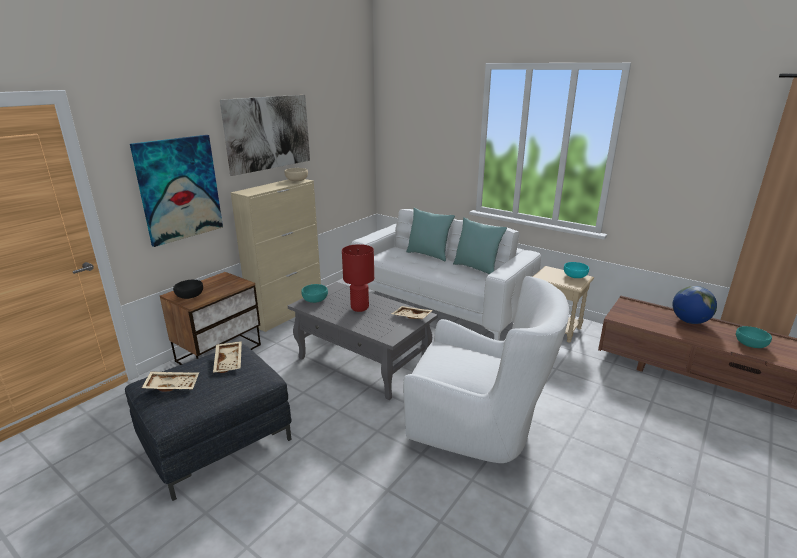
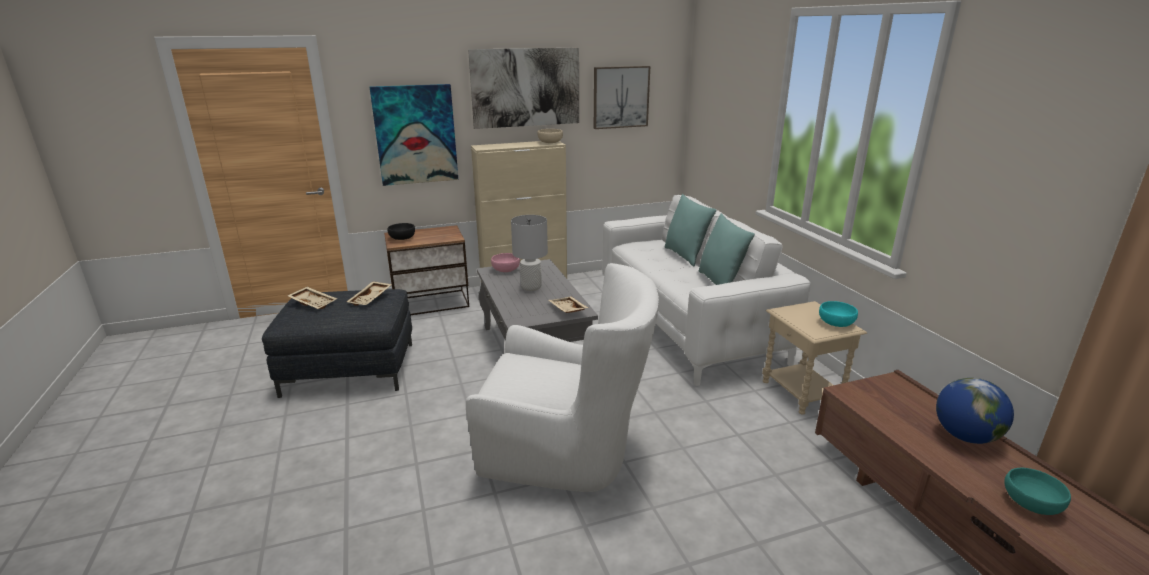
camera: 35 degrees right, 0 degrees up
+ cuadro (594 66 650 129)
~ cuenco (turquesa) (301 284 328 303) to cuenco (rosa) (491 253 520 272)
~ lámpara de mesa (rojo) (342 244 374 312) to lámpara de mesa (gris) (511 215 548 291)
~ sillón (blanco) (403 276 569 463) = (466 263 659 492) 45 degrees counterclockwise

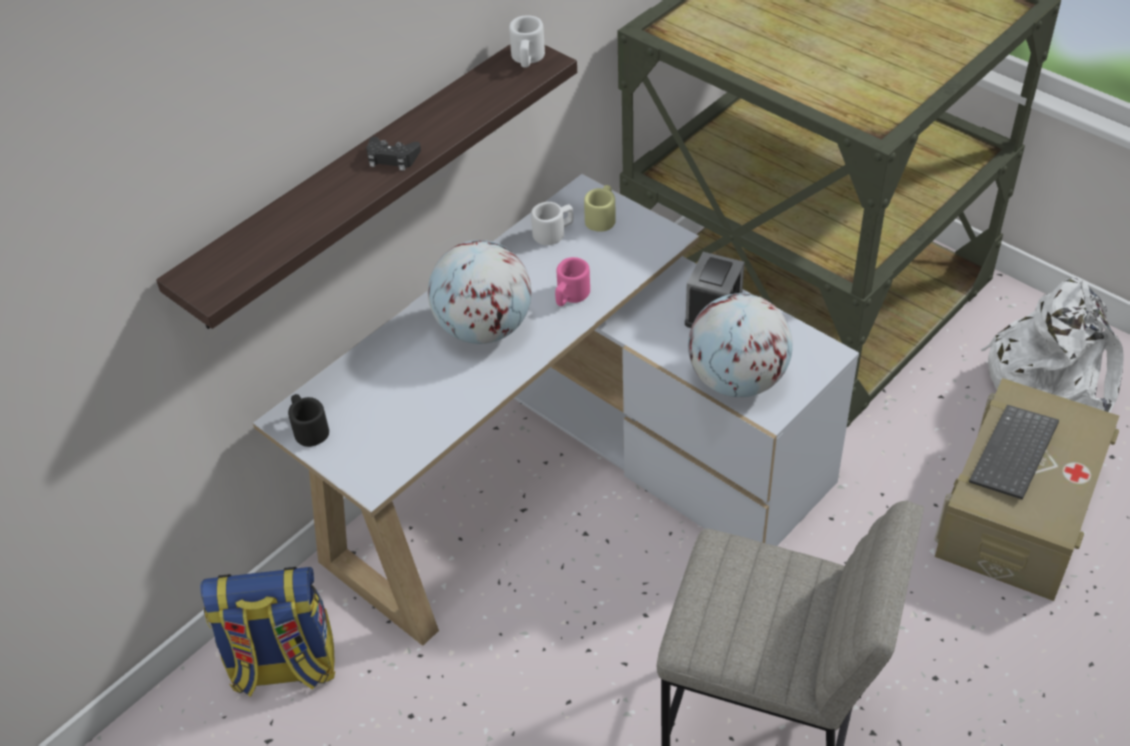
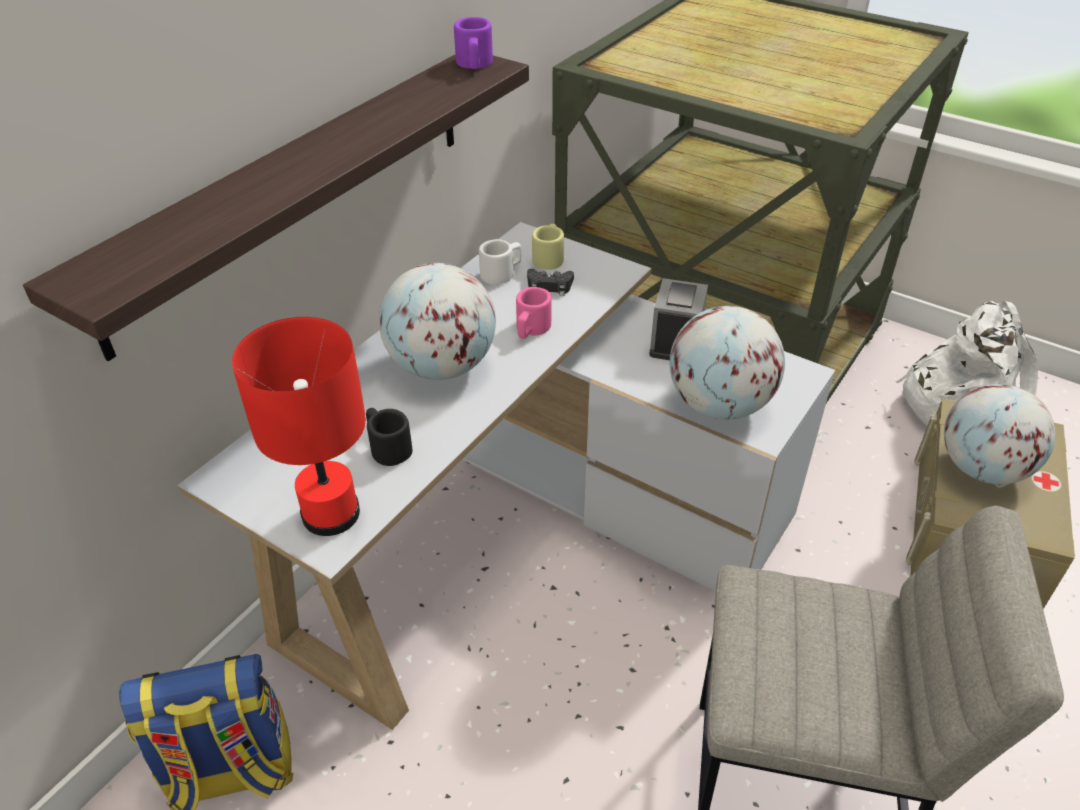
camera: 10 degrees left, 5 degrees down
+ lámpara de mesa (rojo) (232 317 366 536)
~ taza grande (negro) (288 394 329 447) to (366 408 412 466)
~ mando de consola (negro) (366 137 421 171) to (527 269 574 296)
~ teclado (969 405 1059 500) to globo terráqueo (944 384 1056 484)
~ taza grande (blanco) (509 15 545 68) to taza grande (morado) (454 17 493 69)

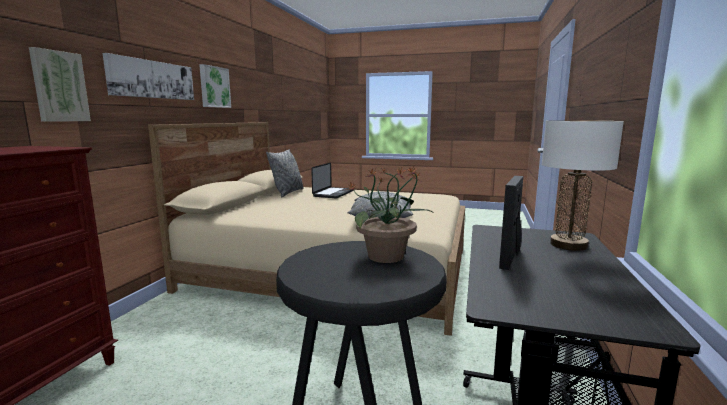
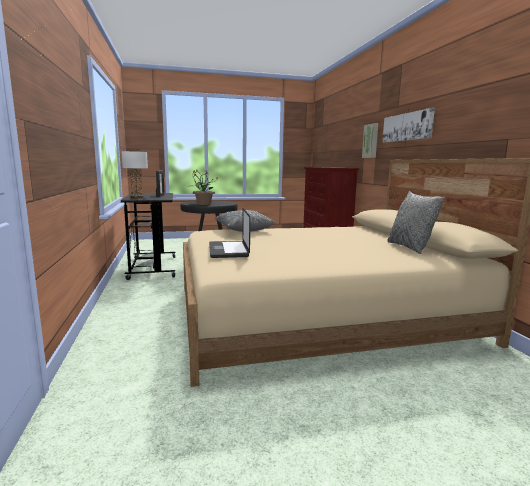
camera: 150 degrees right, 0 degrees up
- cuadro (199 64 231 108)
~ portátil (311 163 354 199) to (209 208 250 258)

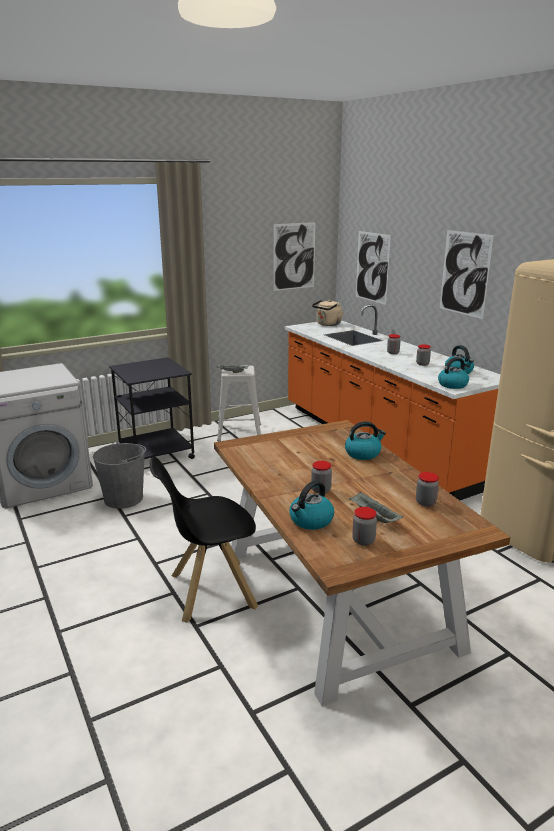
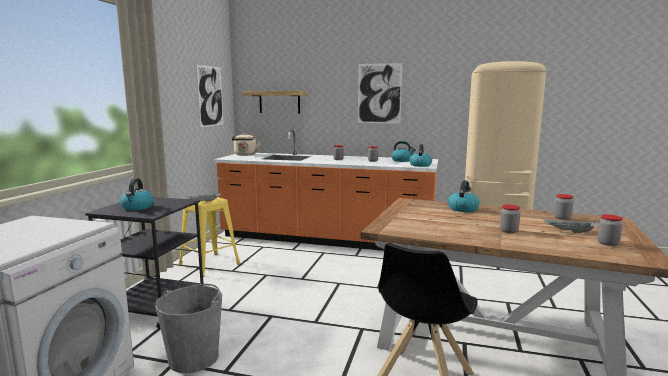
camera: 45 degrees left, 10 degrees down
~ hervidor (289 481 334 530) to (120 178 154 210)
~ cuadro (356 231 391 305) to estante (242 91 308 114)
~ taburete (blanco) (217 365 261 441) to taburete (amarillo) (179 197 241 277)

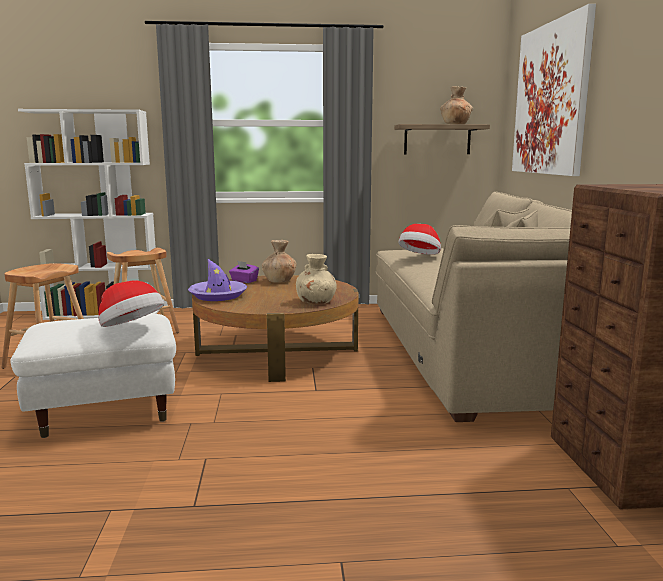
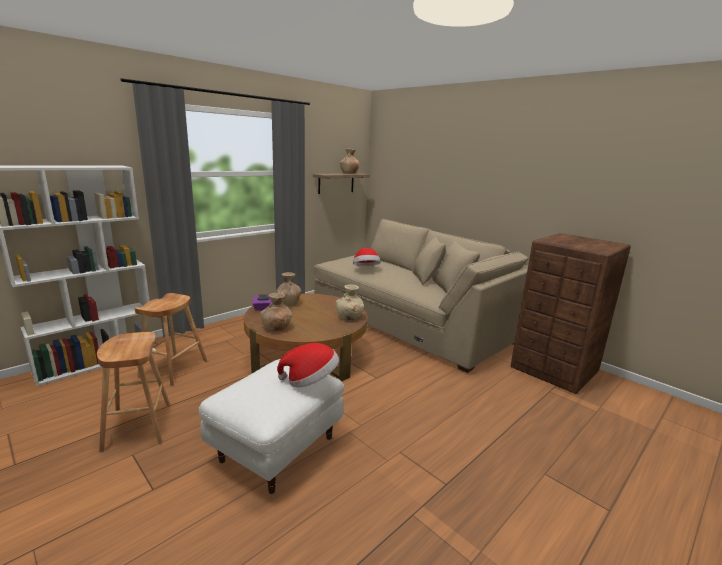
camera: 40 degrees left, 5 degrees up
- cuadro (512 4 596 176)
~ sombrero (morado) (188 259 247 301) to florero (marrón) (260 293 292 331)

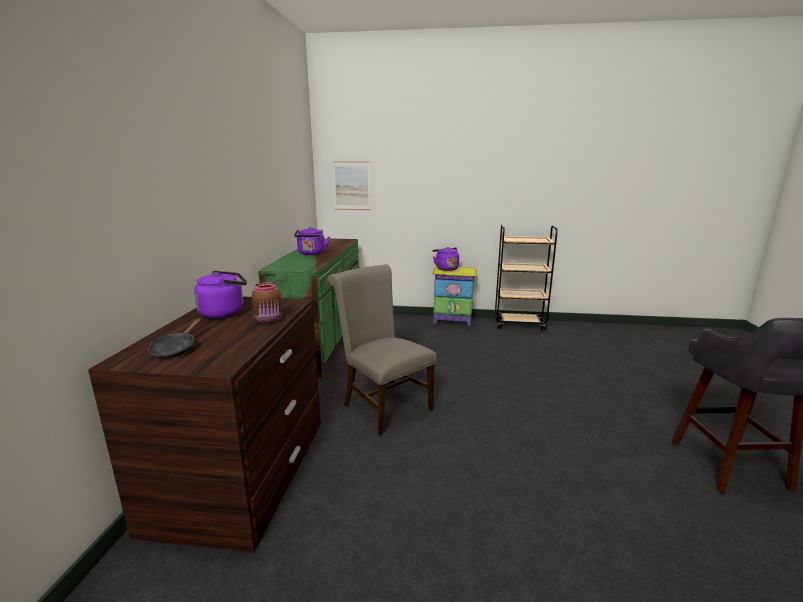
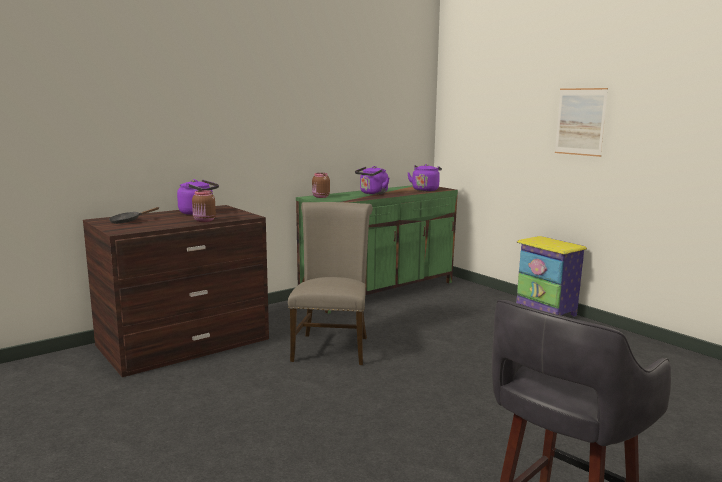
camera: 45 degrees right, 5 degrees down
- carrito (marrón) (495 224 557 331)
+ tarro (marrón) (312 173 330 198)
~ cuadro (332 161 371 210) to (555 88 608 157)
~ hervidor (morado) (433 247 459 271) to (407 164 442 191)

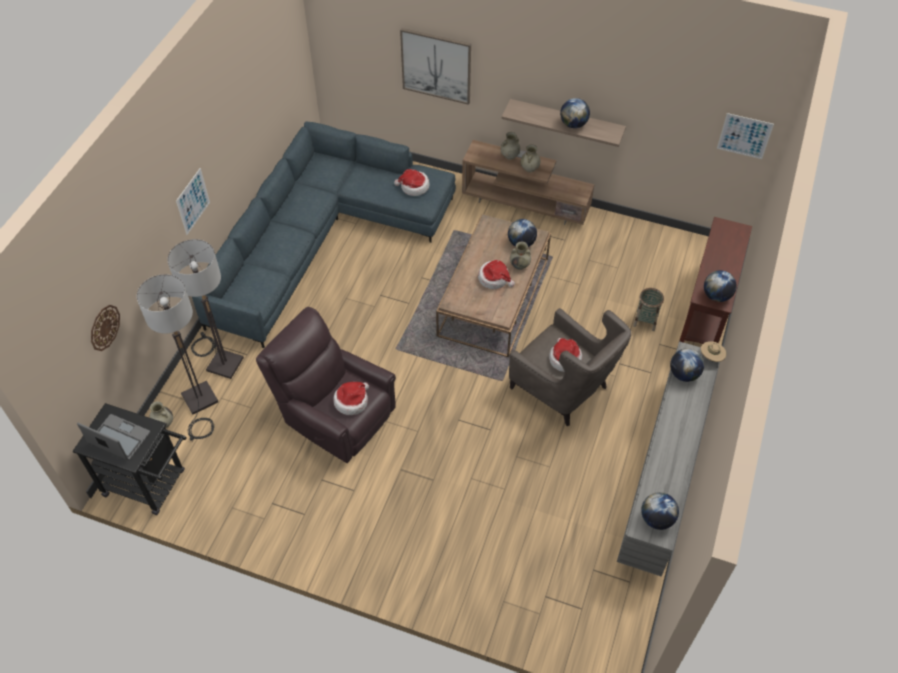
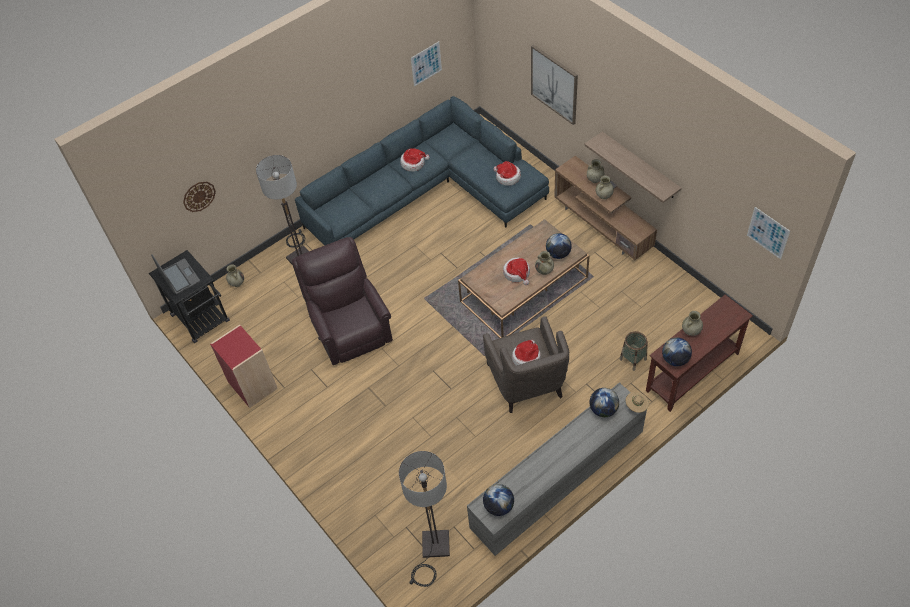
camera: 35 degrees right, 0 degrees up
- globo terráqueo (560 98 590 128)
+ estantería (rojo) (210 324 278 408)
+ florero (beis) (682 311 703 336)
~ lámpara de pie (137 274 218 442) to (399 451 450 587)
~ cuadro (176 168 210 235) to (411 42 442 87)
~ sombrero (333 382 369 415) to (400 148 430 171)

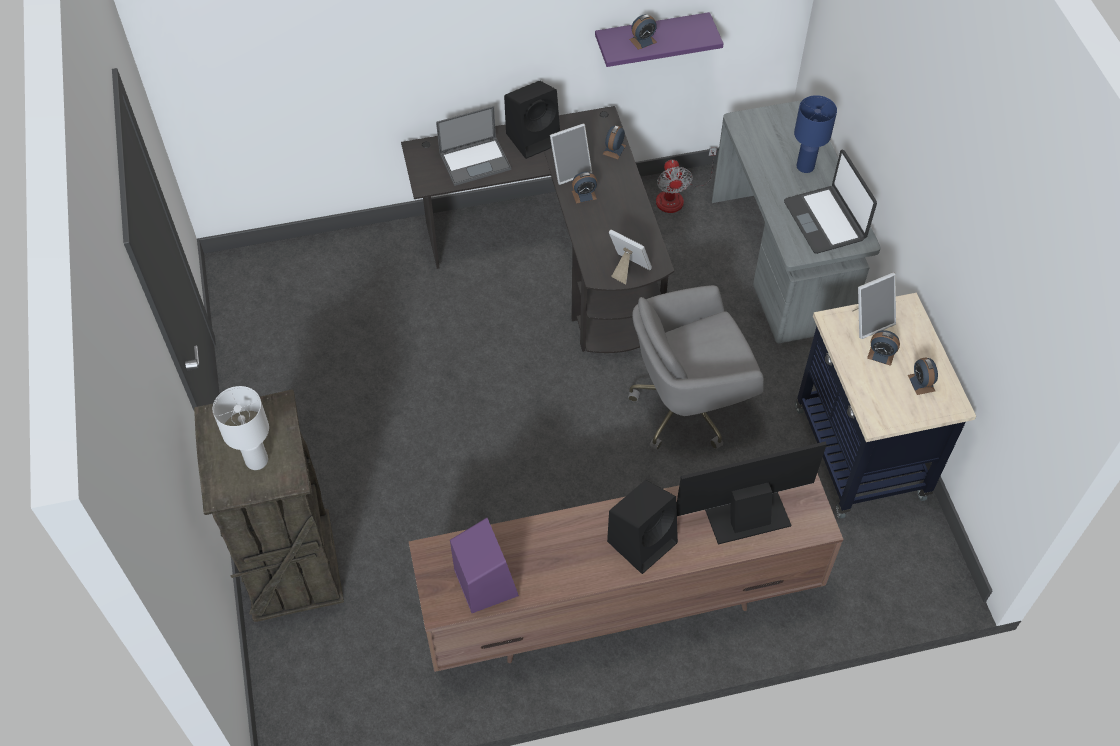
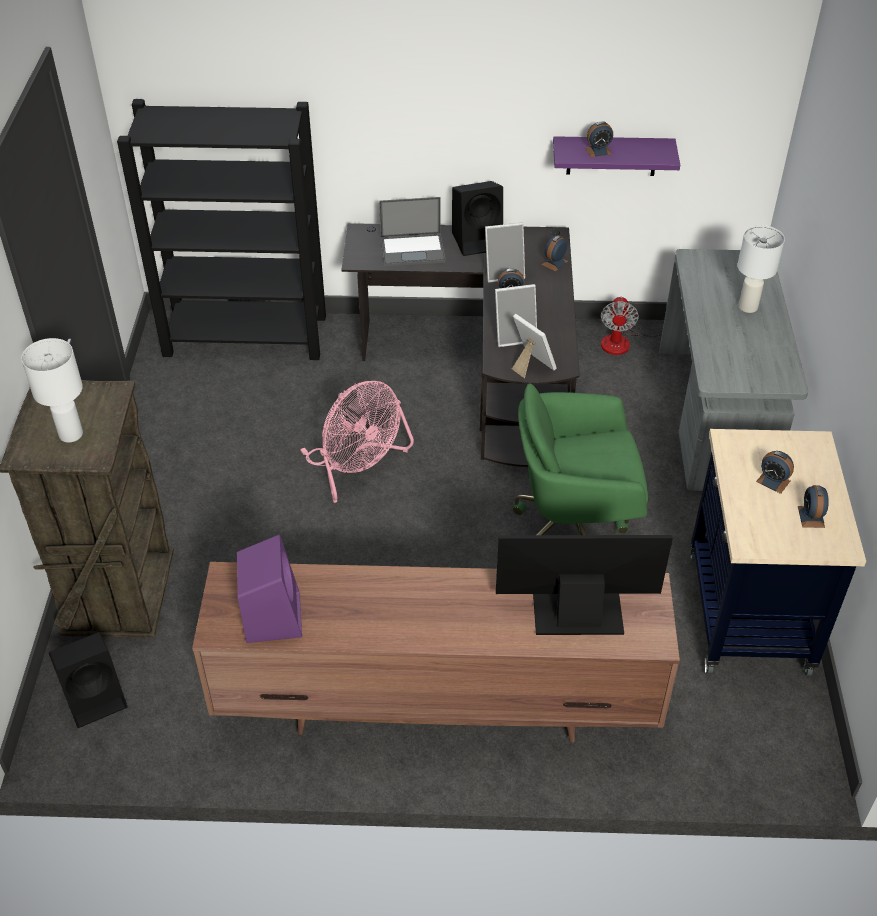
camera: 15 degrees right, 10 degrees down
- portátil (784 150 877 254)
+ estantería (negro) (117 99 326 360)
+ ventilador (rosa) (300 381 414 503)
~ altavoz (negro) (607 480 678 574) to (49 633 128 728)
~ portarretratos (853 272 896 339) to (495 284 537 347)
~ silla de oficina (gris) (628 285 764 450) to silla de oficina (verde) (513 383 648 535)
~ lámpara de mesa (azul) (794 95 837 173) to lámpara de mesa (blanco) (737 225 785 313)

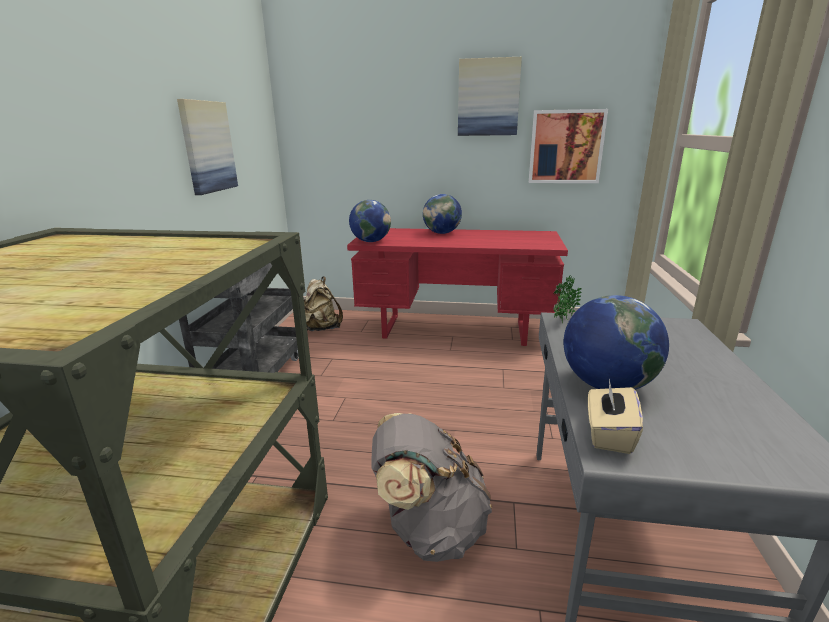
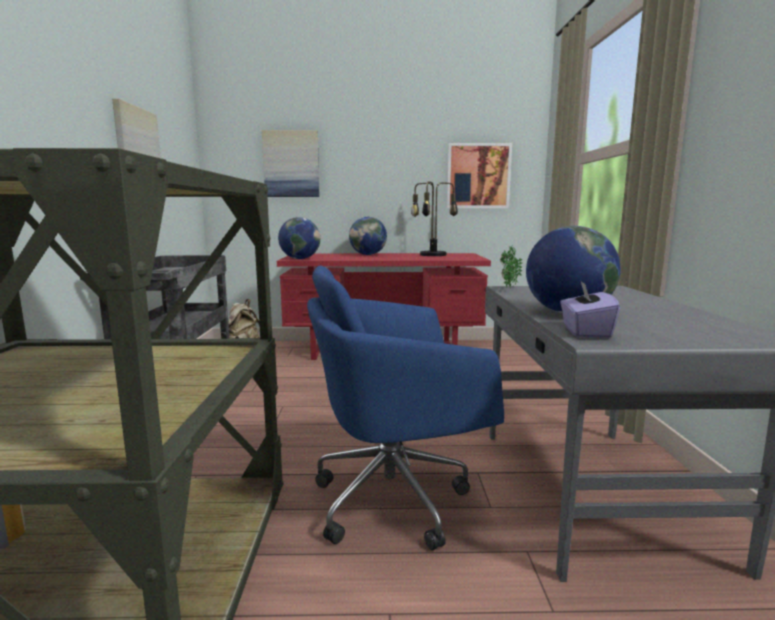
camera: 10 degrees left, 10 degrees down
+ lámpara de mesa (411 181 458 256)
~ cuadro (458 57 522 136) to (262 130 320 197)
~ mochila (gris) (371 413 492 562) to silla de oficina (azul) (307 265 504 550)
~ caja de pañuelos (beis) (588 379 643 454) to caja de pañuelos (morado) (560 280 620 339)

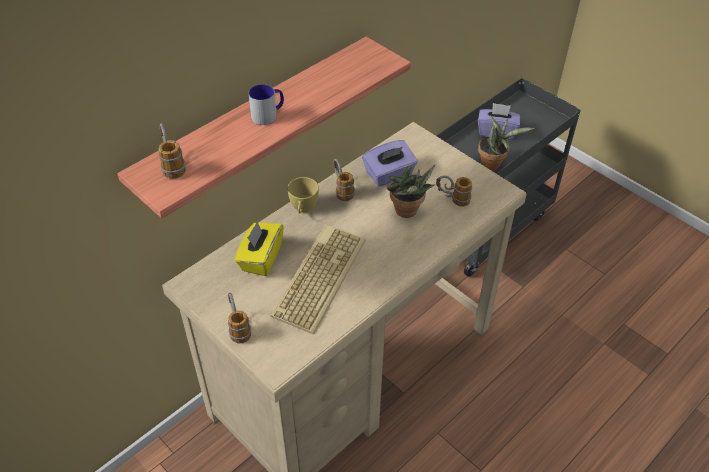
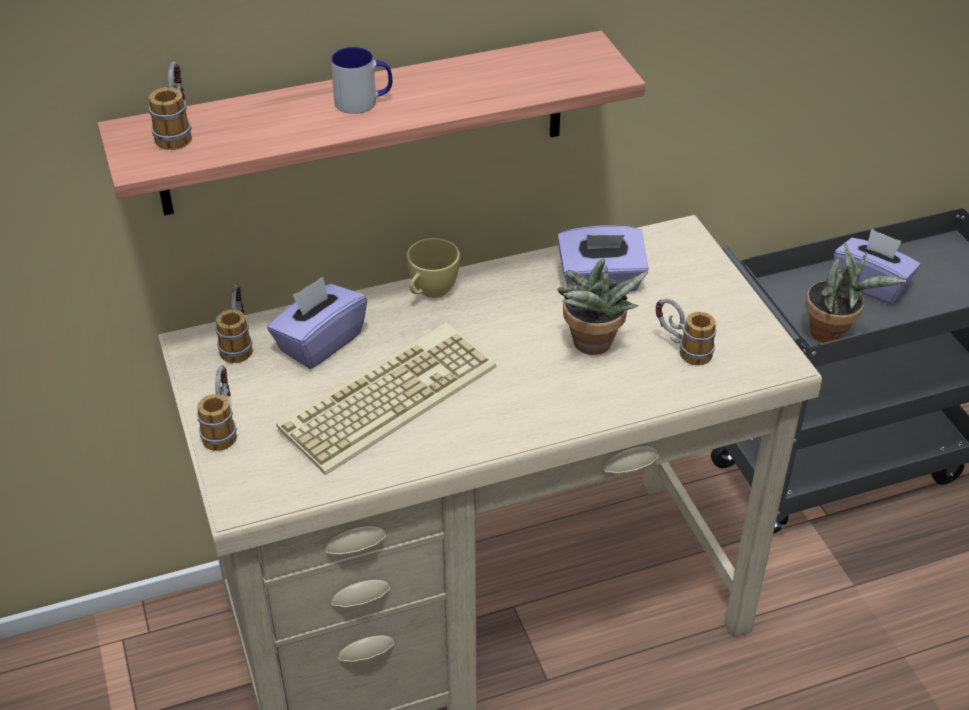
camera: 25 degrees right, 5 degrees down
~ taza grande (333 159 355 201) to (215 284 253 363)
~ caja de pañuelos (amarillo) (235 221 284 276) to caja de pañuelos (morado) (267 276 367 369)

